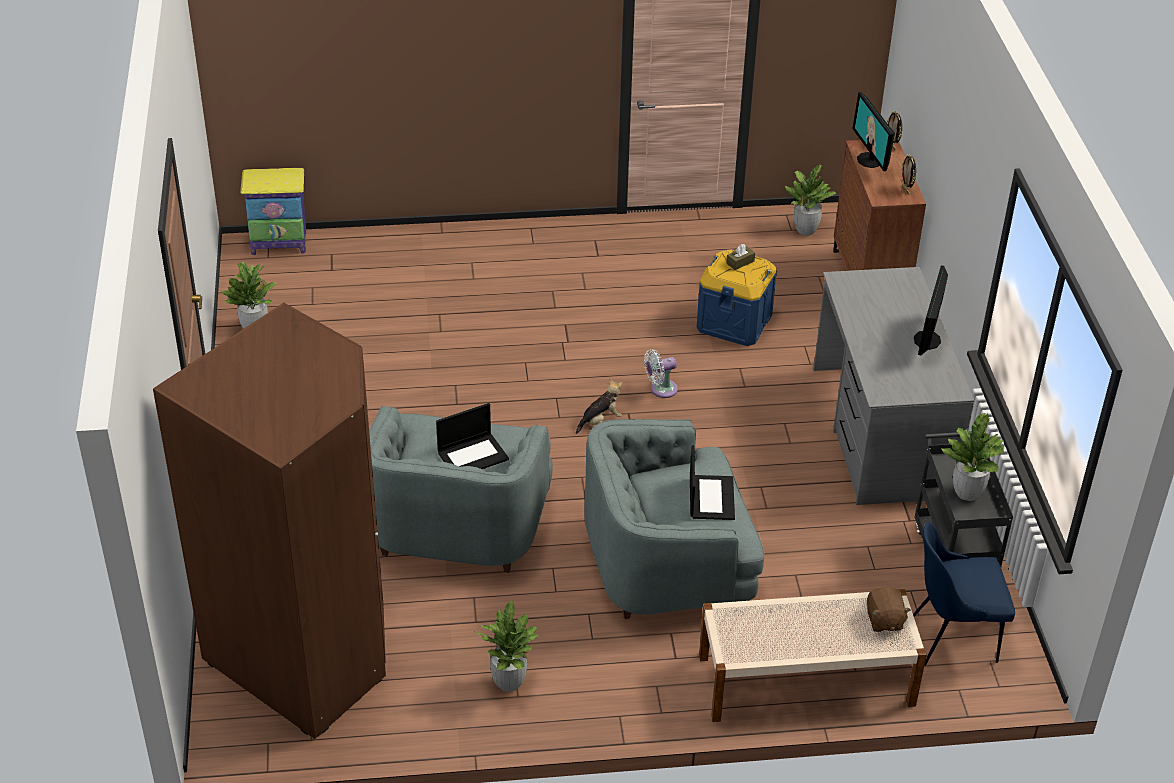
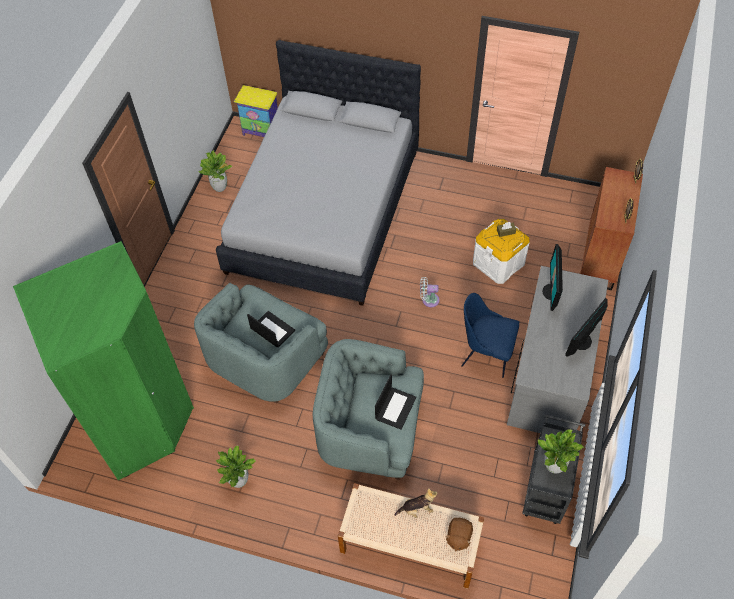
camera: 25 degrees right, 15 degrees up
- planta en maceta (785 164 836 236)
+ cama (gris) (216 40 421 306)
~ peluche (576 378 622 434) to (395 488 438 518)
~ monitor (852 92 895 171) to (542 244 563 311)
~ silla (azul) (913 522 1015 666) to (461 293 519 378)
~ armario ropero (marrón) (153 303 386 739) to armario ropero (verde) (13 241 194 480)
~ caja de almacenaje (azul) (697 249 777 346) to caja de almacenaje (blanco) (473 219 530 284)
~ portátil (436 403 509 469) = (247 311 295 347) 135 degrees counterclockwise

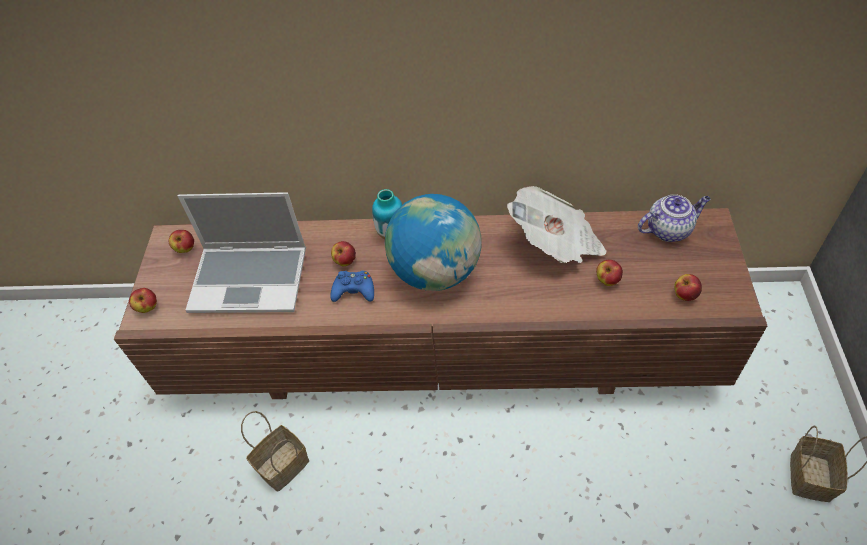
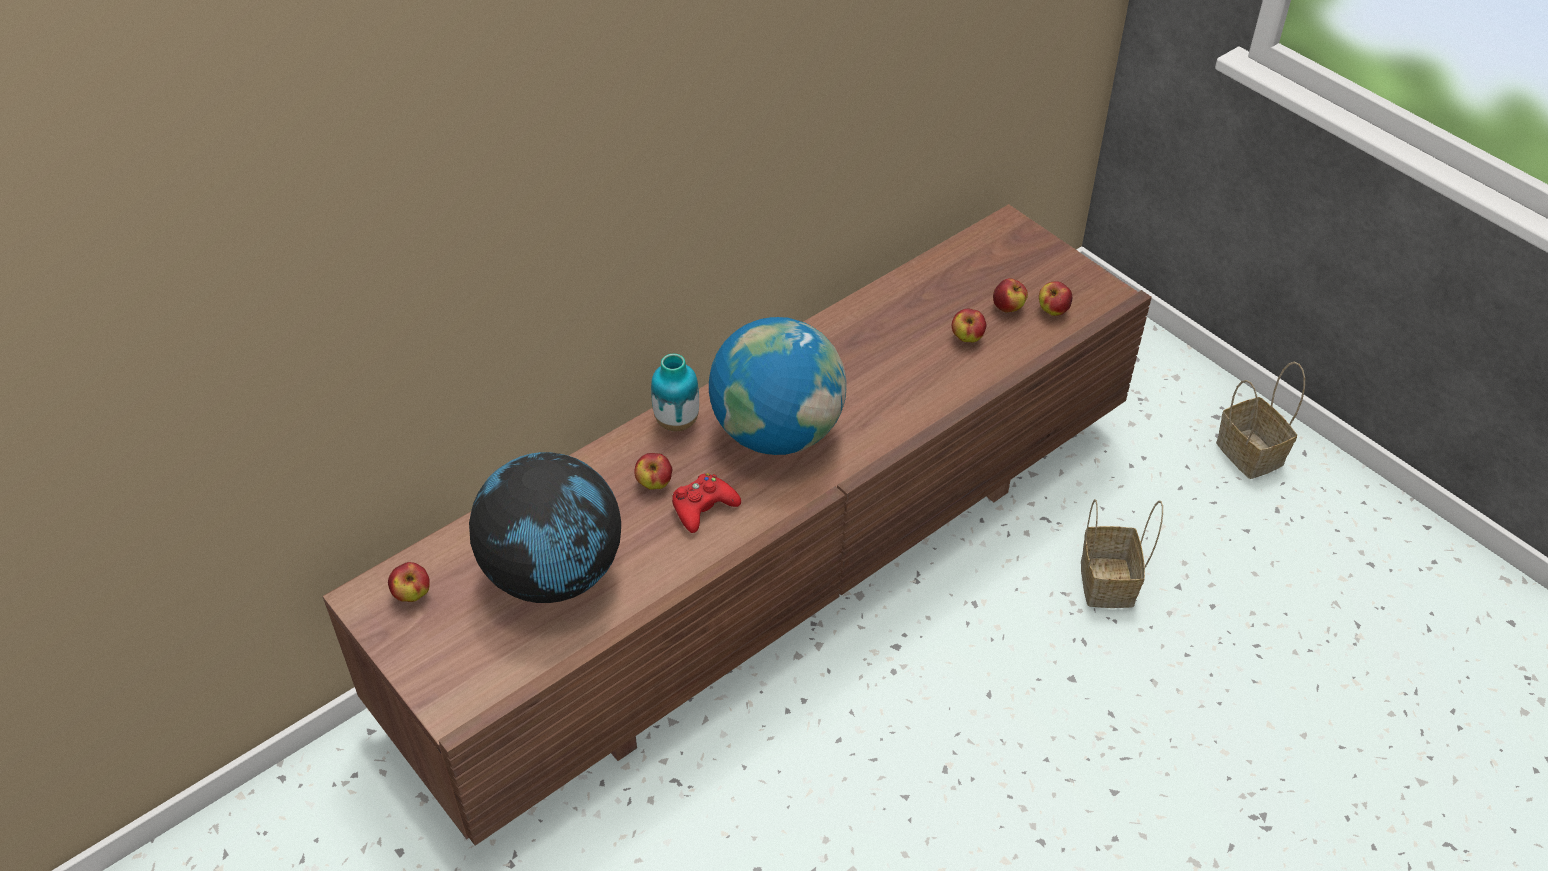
camera: 45 degrees left, 5 degrees down
- periódico (507 186 607 264)
- tetera (638 194 711 242)
~ manzana (129 288 157 313) to (993 278 1028 312)
~ cesta (241 411 309 492) to (1081 499 1163 608)
~ portátil (178 192 306 313) to globo terráqueo (469 452 621 603)
~ mando de consola (azul) (330 271 374 302) to mando de consola (rojo) (672 473 741 533)

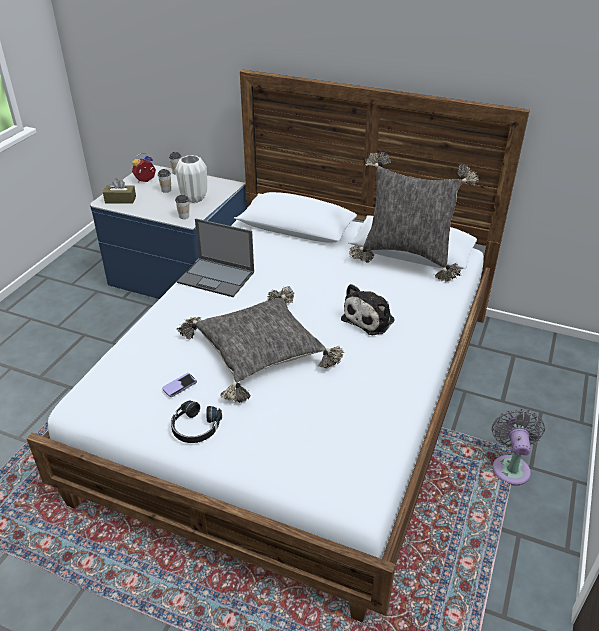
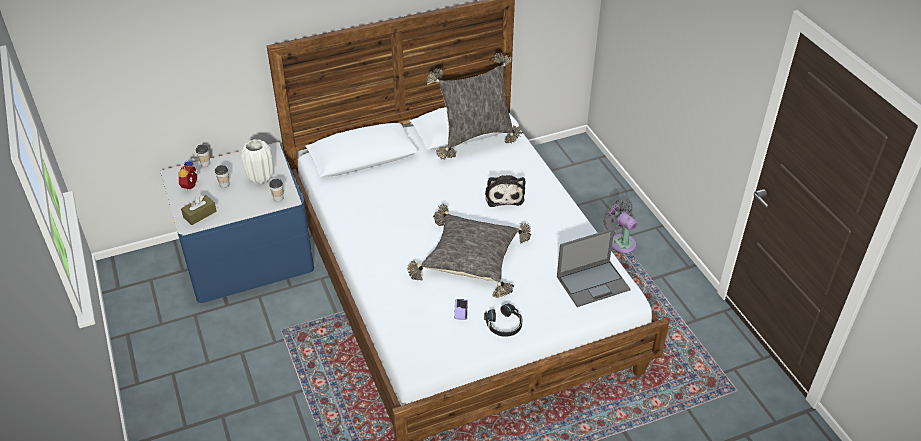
camera: 45 degrees left, 5 degrees up
~ portátil (177 218 254 297) to (557 228 631 307)

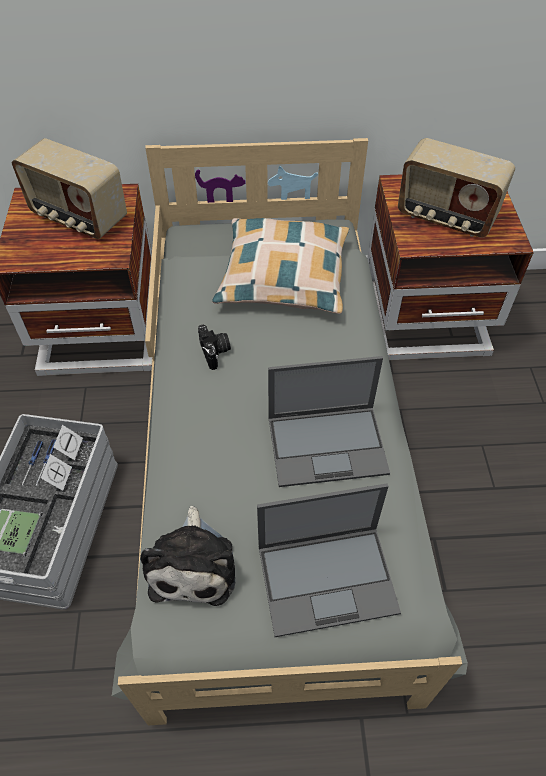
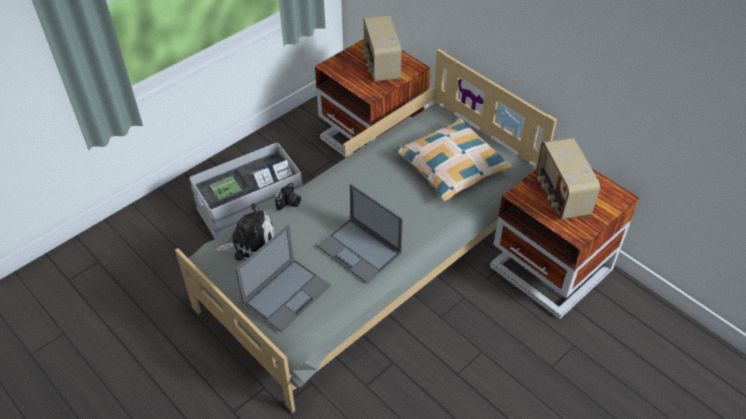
camera: 50 degrees right, 5 degrees down
~ cámara (198 324 231 370) to (275 183 301 211)
~ peluche (140 506 236 606) = (215 203 274 261) 150 degrees counterclockwise
~ portátil (257 483 401 637) = (235 225 331 332) 90 degrees counterclockwise

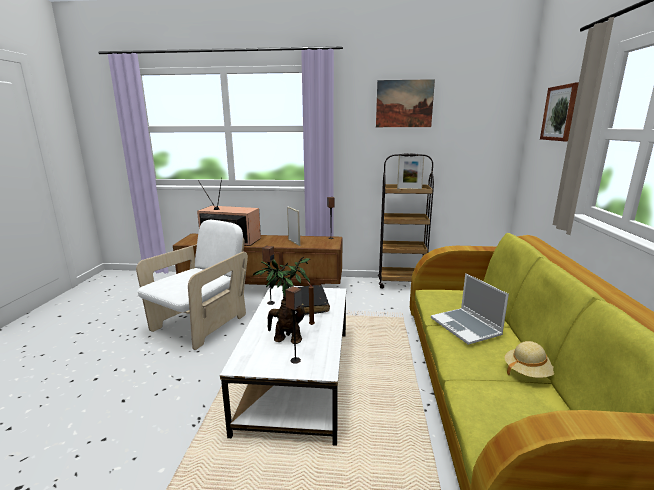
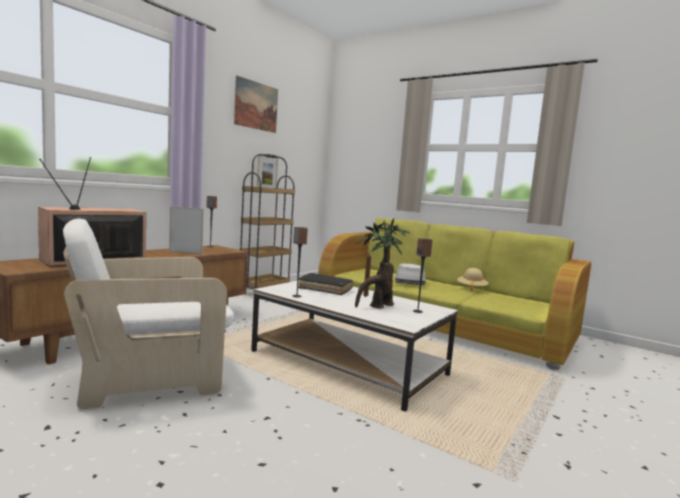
camera: 60 degrees left, 10 degrees down
- cuadro (540 83 579 141)
~ portátil (431 273 509 345) to sombrero (gris) (395 264 426 286)
~ sillón (blanco) (136 220 248 350) = (63 219 234 409) 90 degrees counterclockwise

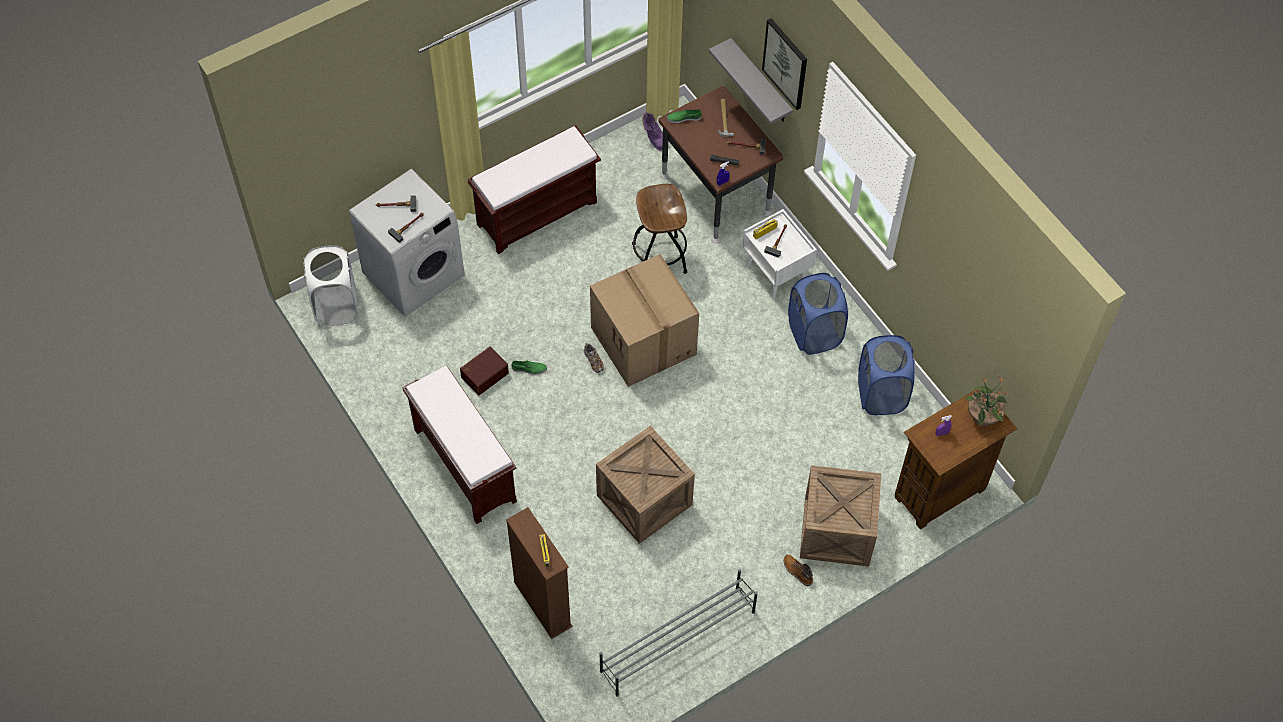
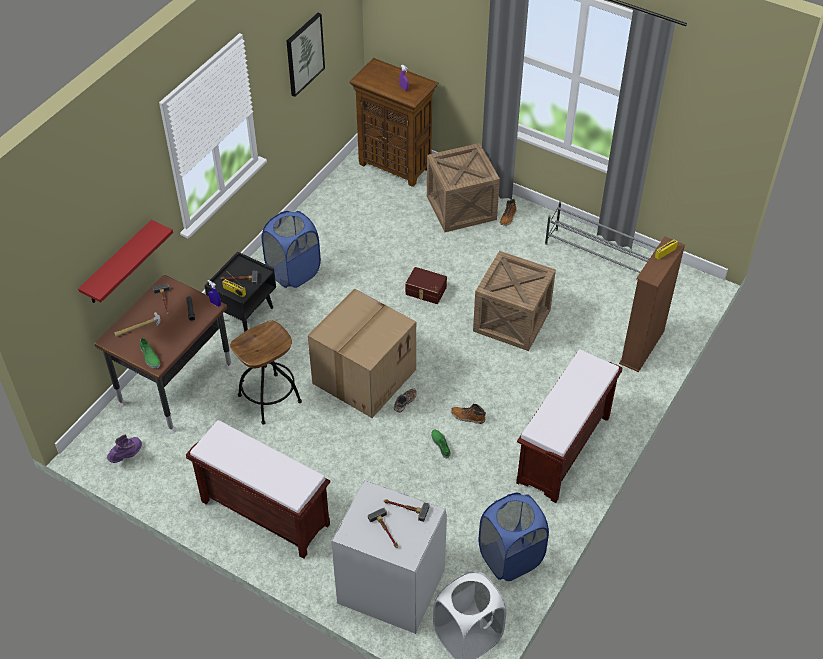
camera: 115 degrees left, 10 degrees down
- planta en maceta (965 377 1007 426)
+ bota (451 404 486 424)
~ caja de almacenaje (marrón) (460 346 509 395) to (405 267 447 304)
~ cuadro (762 19 807 110) to (287 13 325 97)
~ cesto de la ropa (azul) (858 335 915 415) to (479 493 549 581)
~ estante (gris) (709 38 793 124) to estante (rojo) (78 220 173 303)
~ mesita de noche (blanco) (742 209 817 299) to mesita de noche (negro) (204 252 276 332)

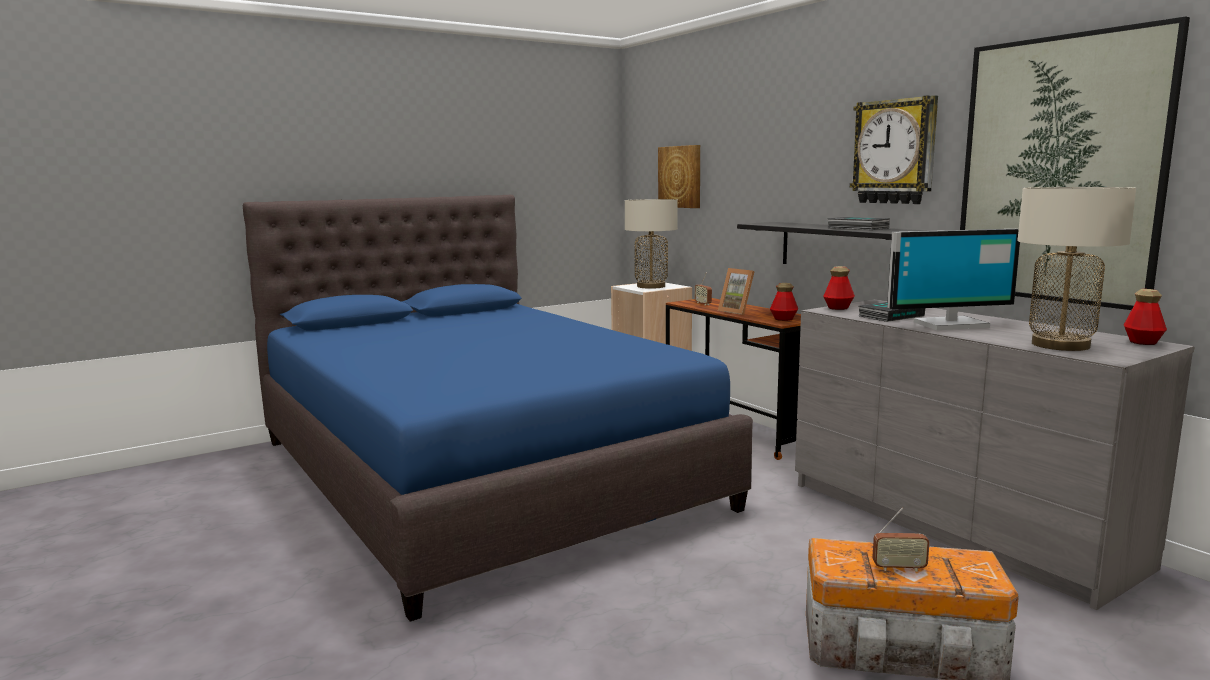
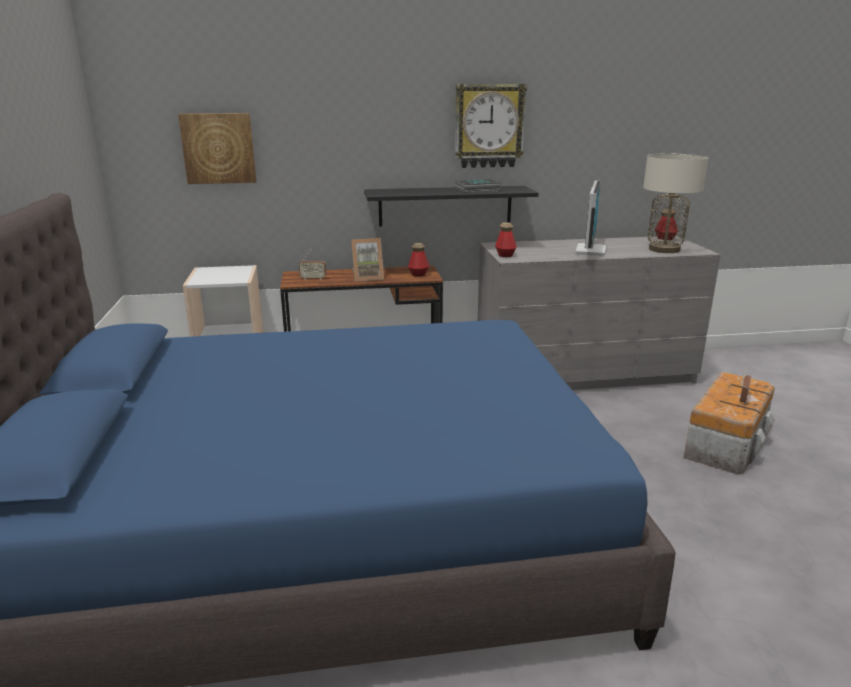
camera: 65 degrees left, 10 degrees up
- lámpara de mesa (625 199 678 289)
- libro (859 302 925 322)
- cuadro (960 16 1190 310)

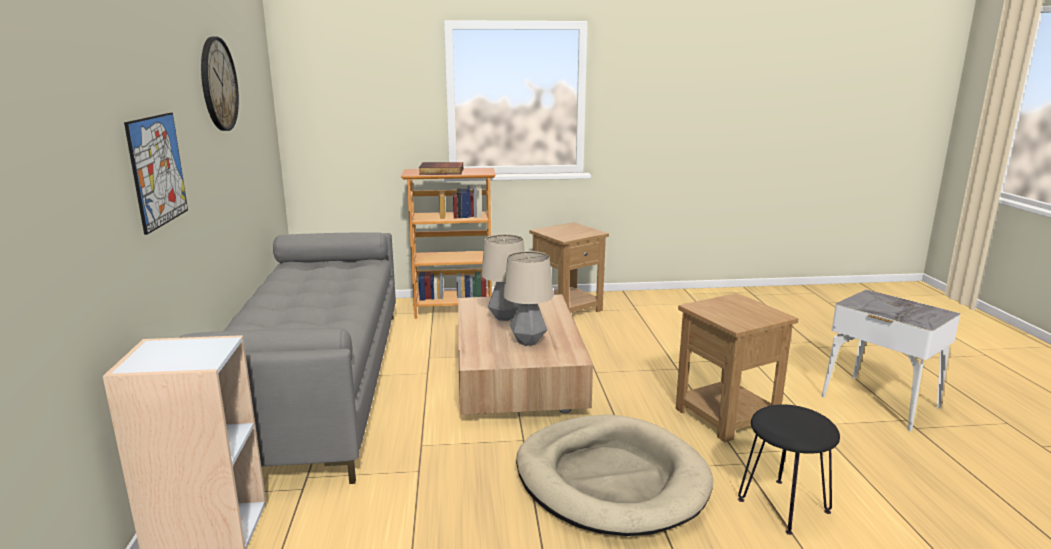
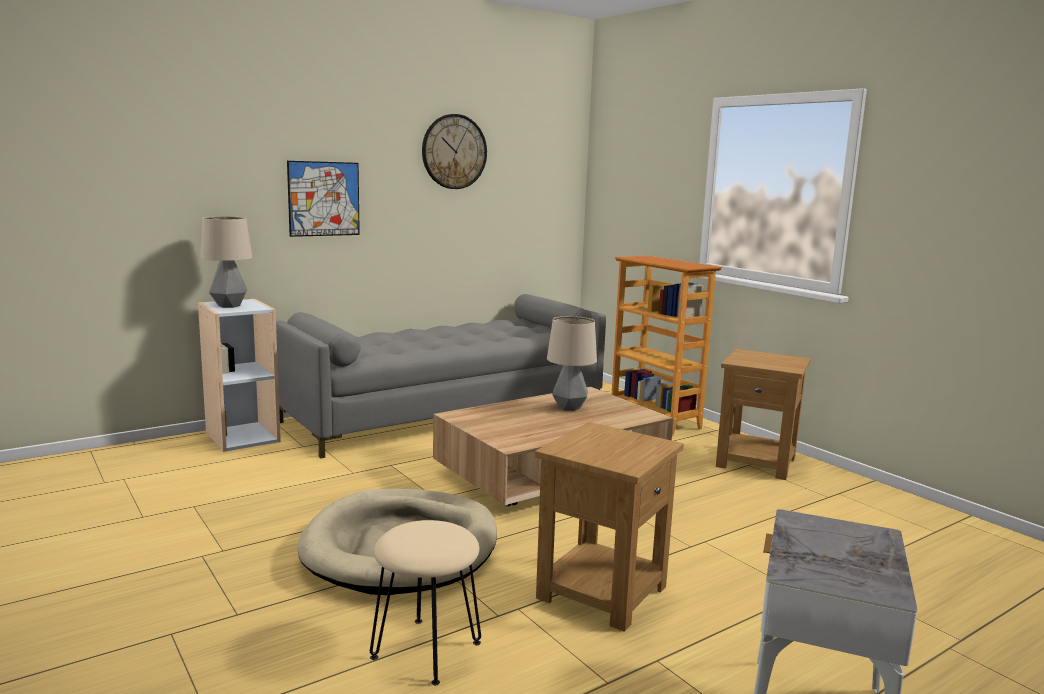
camera: 60 degrees right, 5 degrees down
- libro (419 162 463 175)
~ lámpara de mesa (503 251 553 346) to (200 216 252 308)
~ taburete (negro) (738 404 840 535) to taburete (beis) (370 520 481 685)

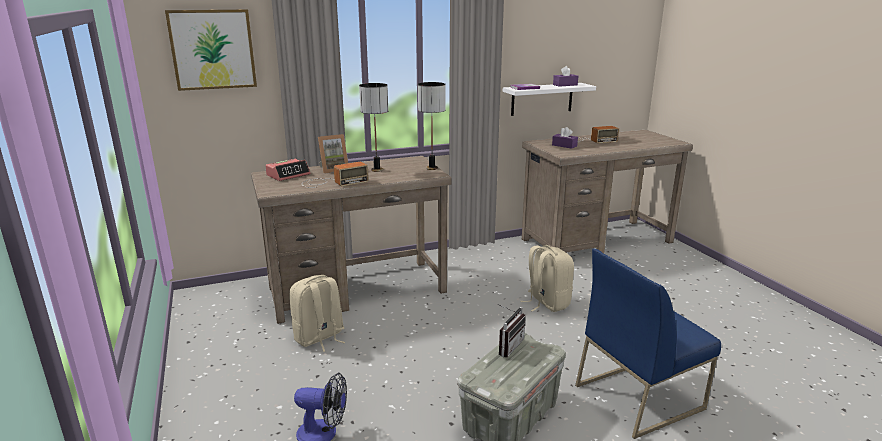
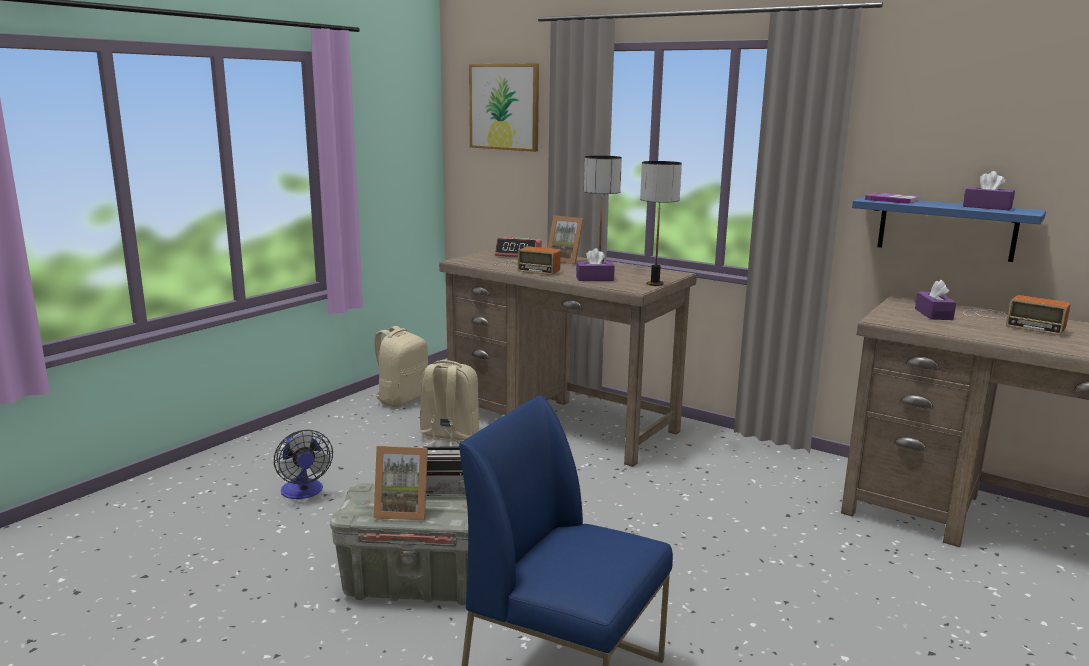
camera: 55 degrees right, 5 degrees down
+ portarretratos (374 446 428 520)
+ caja de pañuelos (morado) (576 248 615 281)
~ mochila (beis) (521 245 574 312) to (372 326 428 407)
~ estante (blanco) (503 83 596 116) to estante (azul) (852 196 1046 262)

